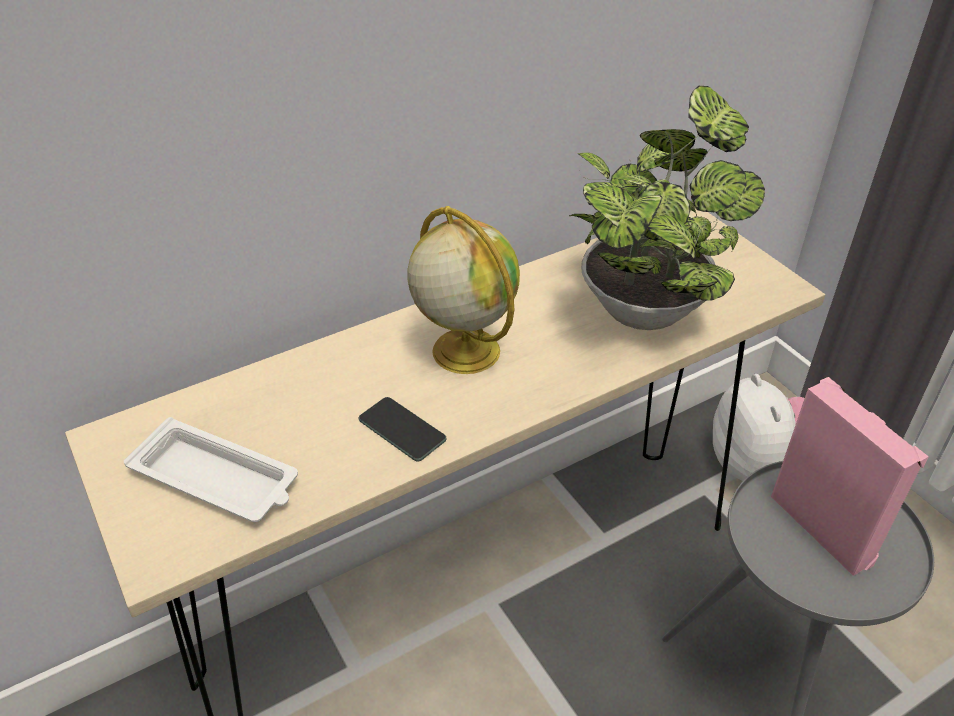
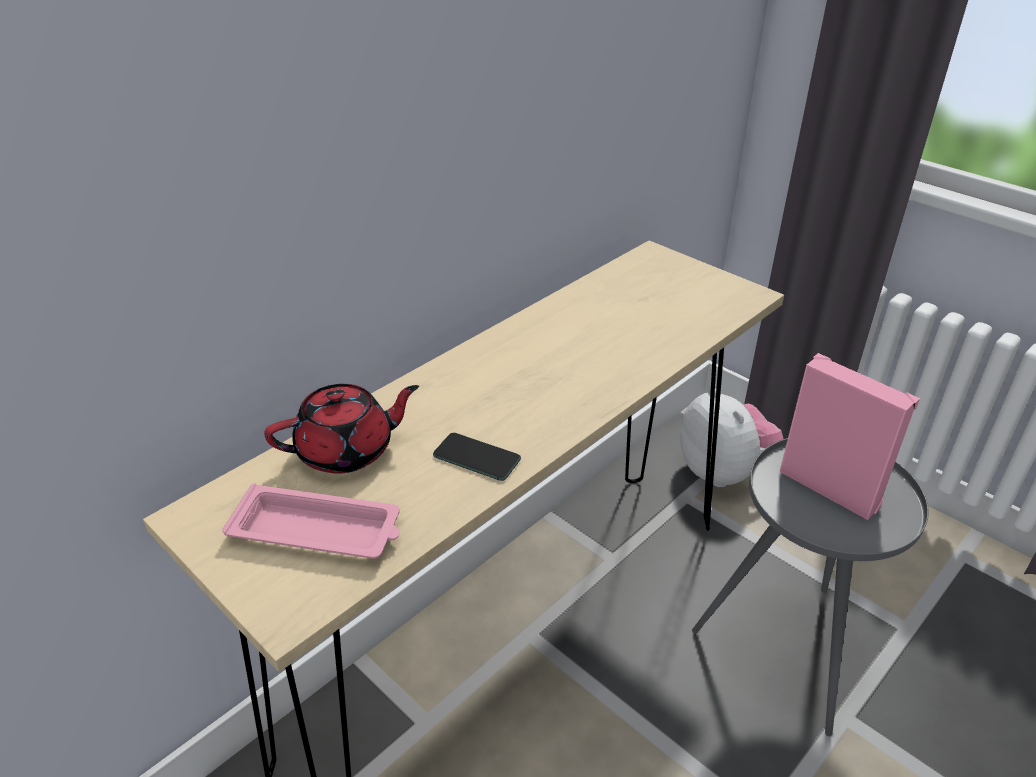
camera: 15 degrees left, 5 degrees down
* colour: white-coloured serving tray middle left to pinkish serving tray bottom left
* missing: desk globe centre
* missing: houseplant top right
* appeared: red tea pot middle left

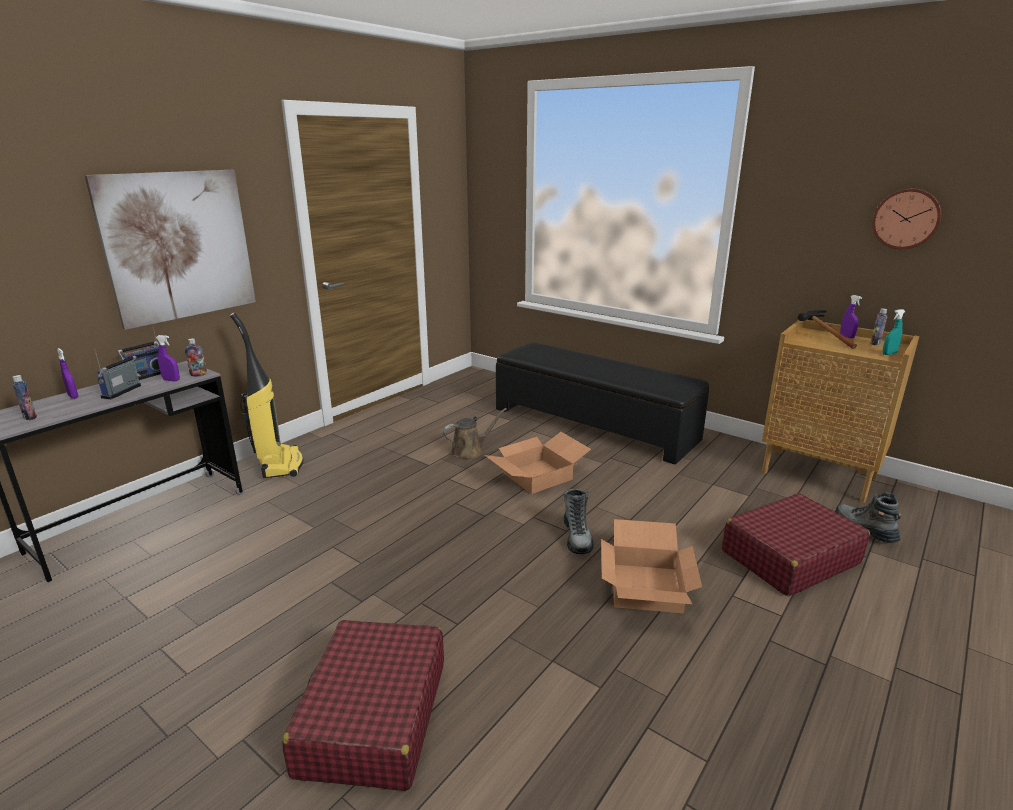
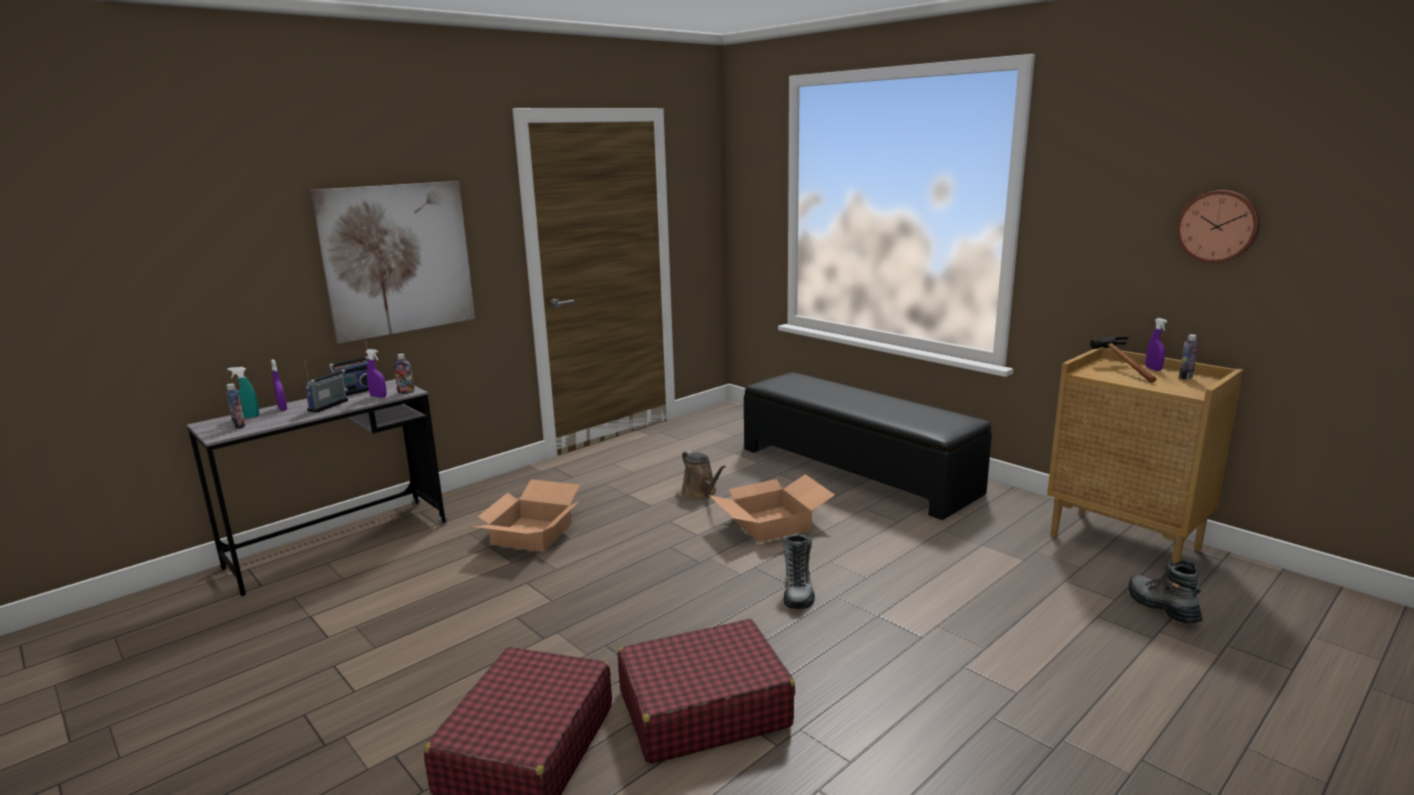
camera: 10 degrees right, 5 degrees down
* missing: vacuum cleaner middle left
* spun: brown sprinkling can centre = centre 75 degrees clockwise
* relocated: carton (no. 2 from left in the first image) bottom centre to carton (no. 1 from left) centre
* relocated: red piece of luggage (no. 2 from left) bottom right to bottom centre
* relocated: turquoise-coloured spray bottle middle right to middle left

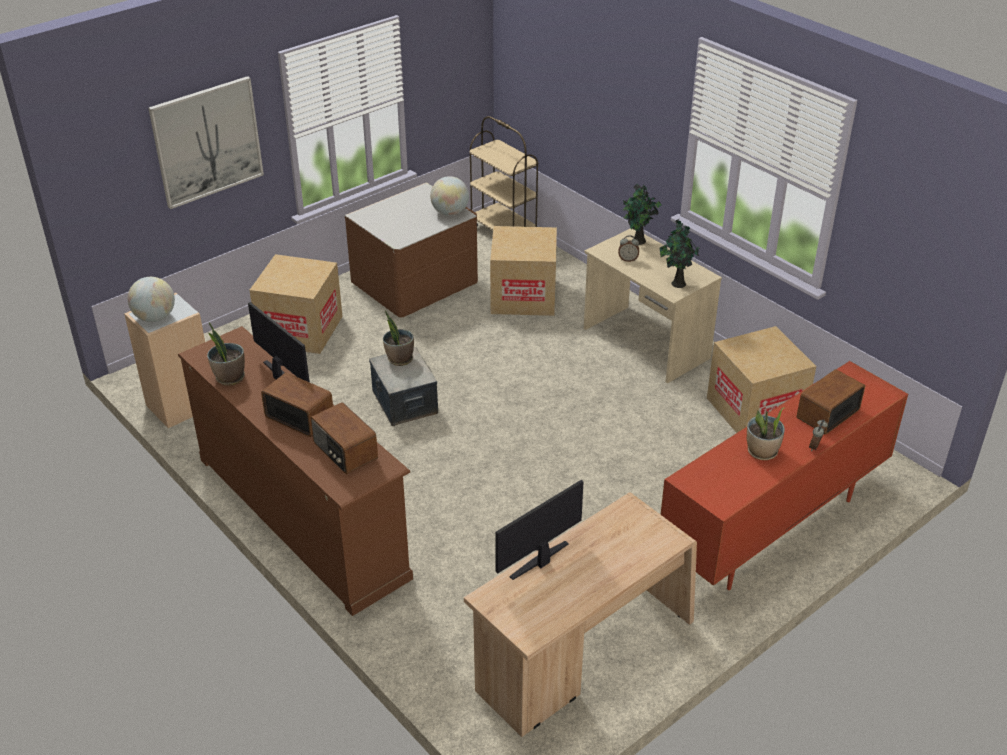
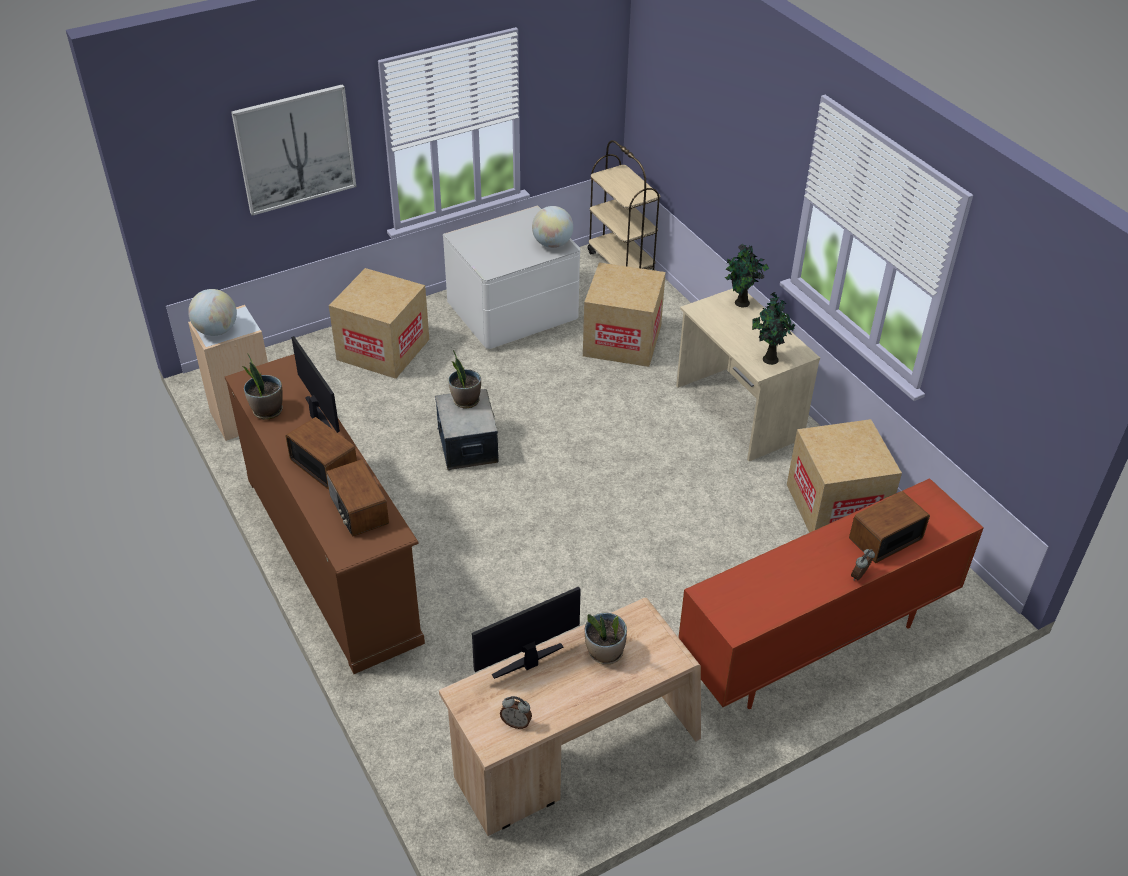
camera: 10 degrees right, 5 degrees up
* colour: brown night table top centre to white-coloured night table top centre
* relocated: table clock (no. 1 from left) top centre to bottom centre
* relocated: houseplant (no. 5 from left in the first image) middle right to houseplant (no. 3 from left) bottom centre

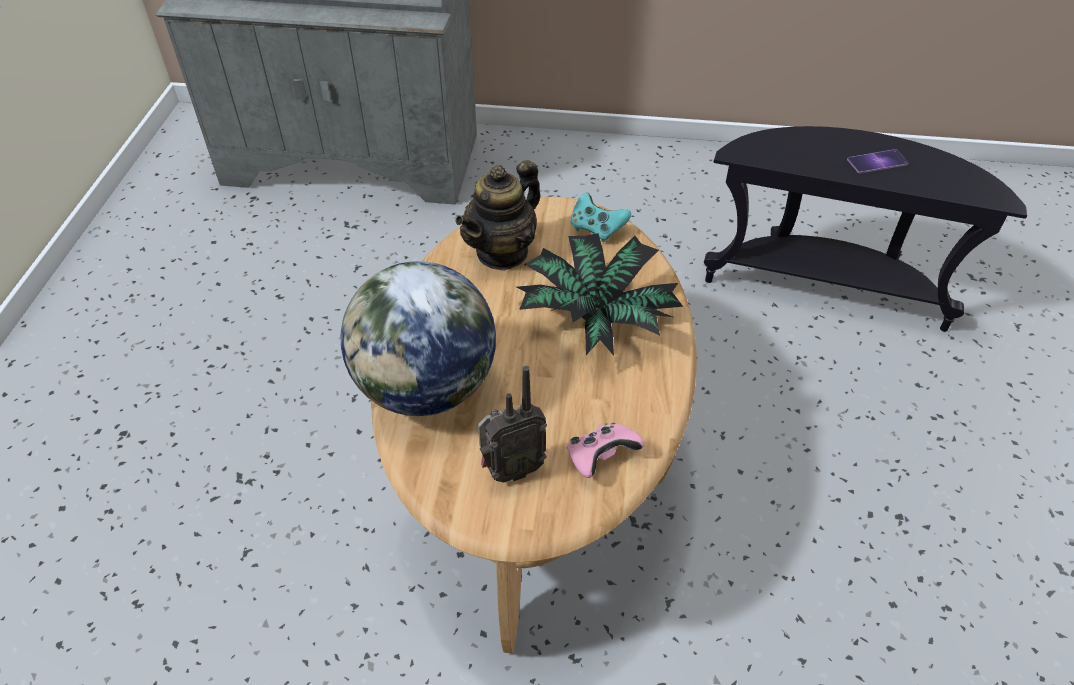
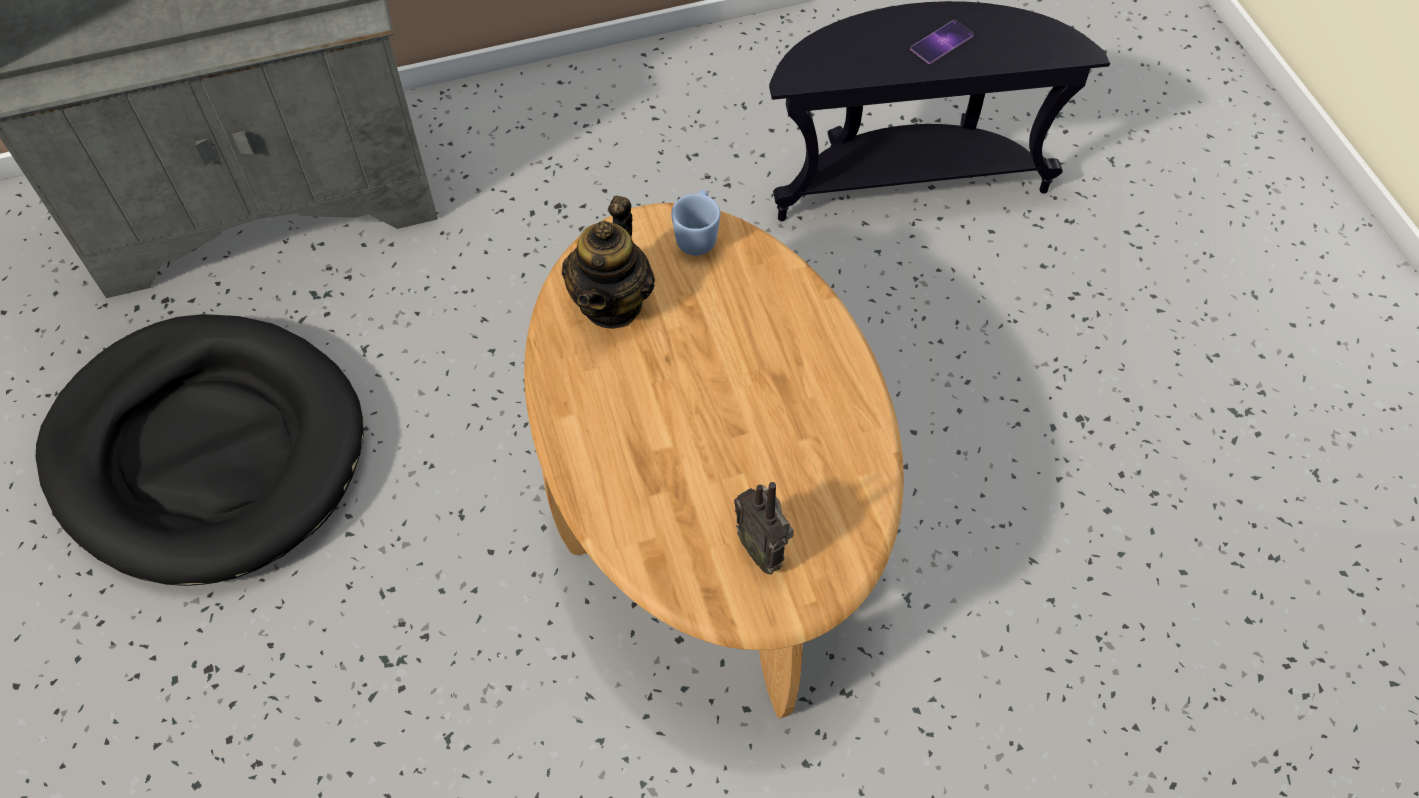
camera: 25 degrees left, 10 degrees up
* missing: desk globe centre
* spun: radio centre = centre 105 degrees clockwise
* missing: houseplant centre
* missing: pinkish game controller centre
* exchanged: turquoise-coloured game controller top centre to blue-coloured coffee mug top centre
* appeared: blackish dog bed middle left

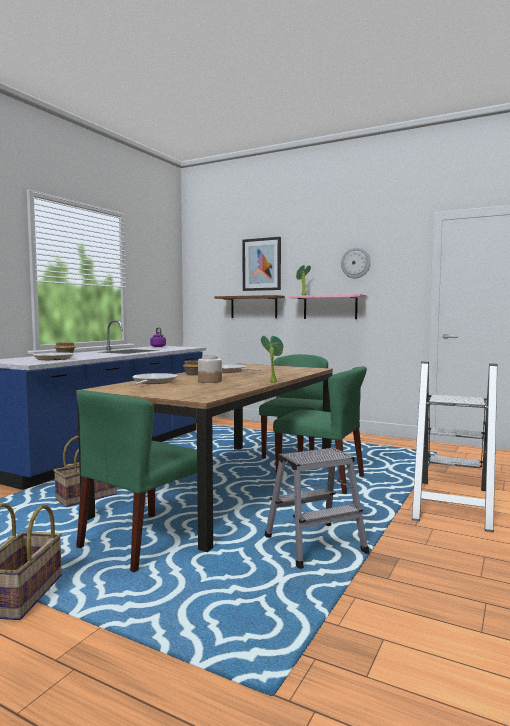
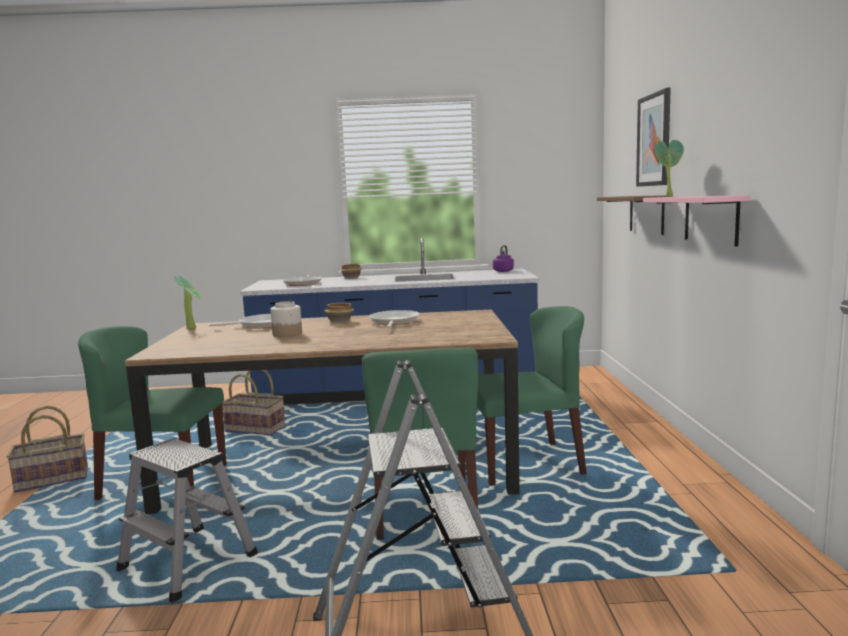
camera: 60 degrees right, 5 degrees up
* relocated: houseplant (no. 1 from left) centre to middle left
* missing: wall clock middle right

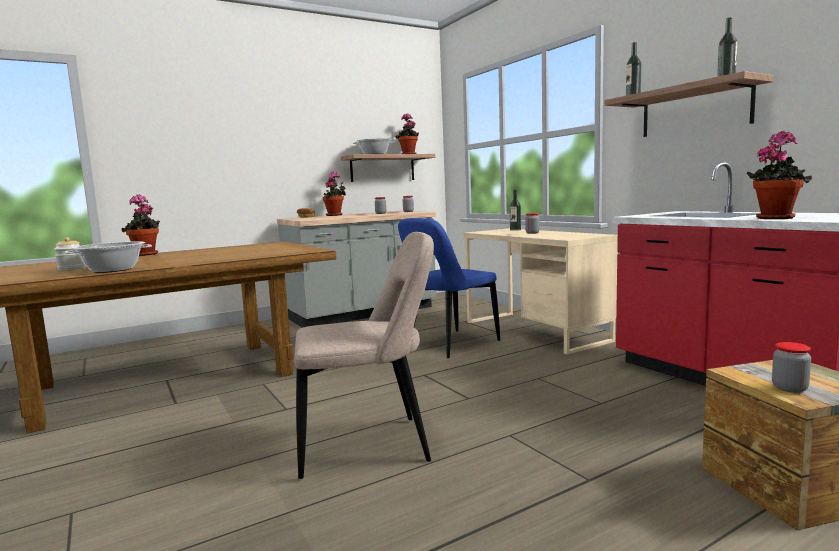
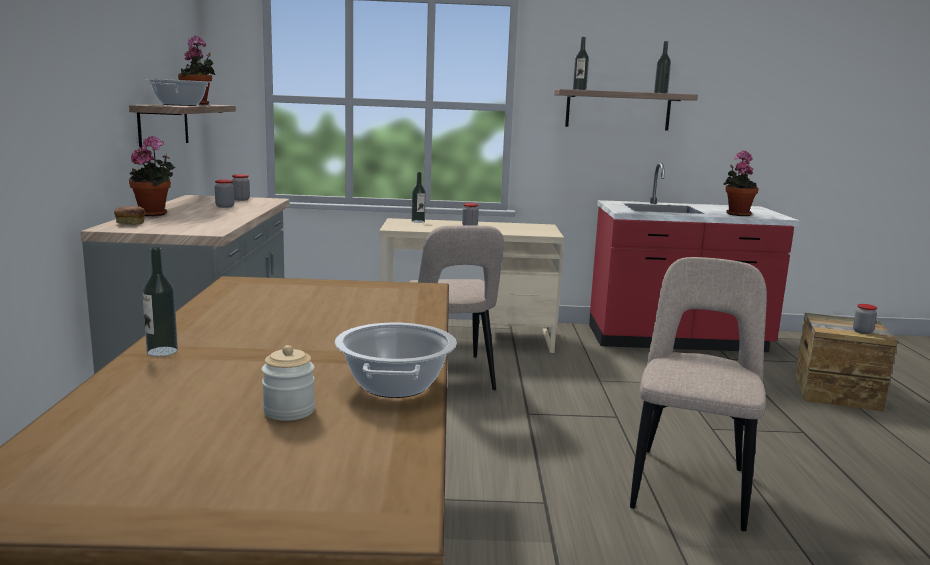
camera: 60 degrees left, 5 degrees up
* exchanged: houseplant (no. 1 from left) middle left to bottle (no. 1 from left) middle left
* colour: blue-coloured upright chair centre to sand-coloured upright chair (no. 1 from left) centre

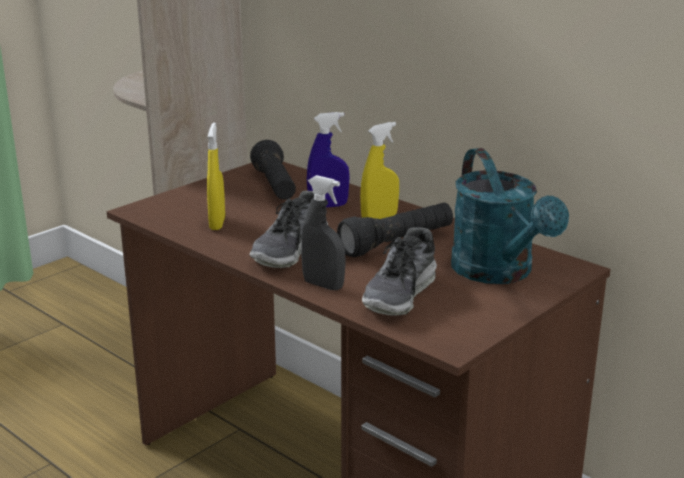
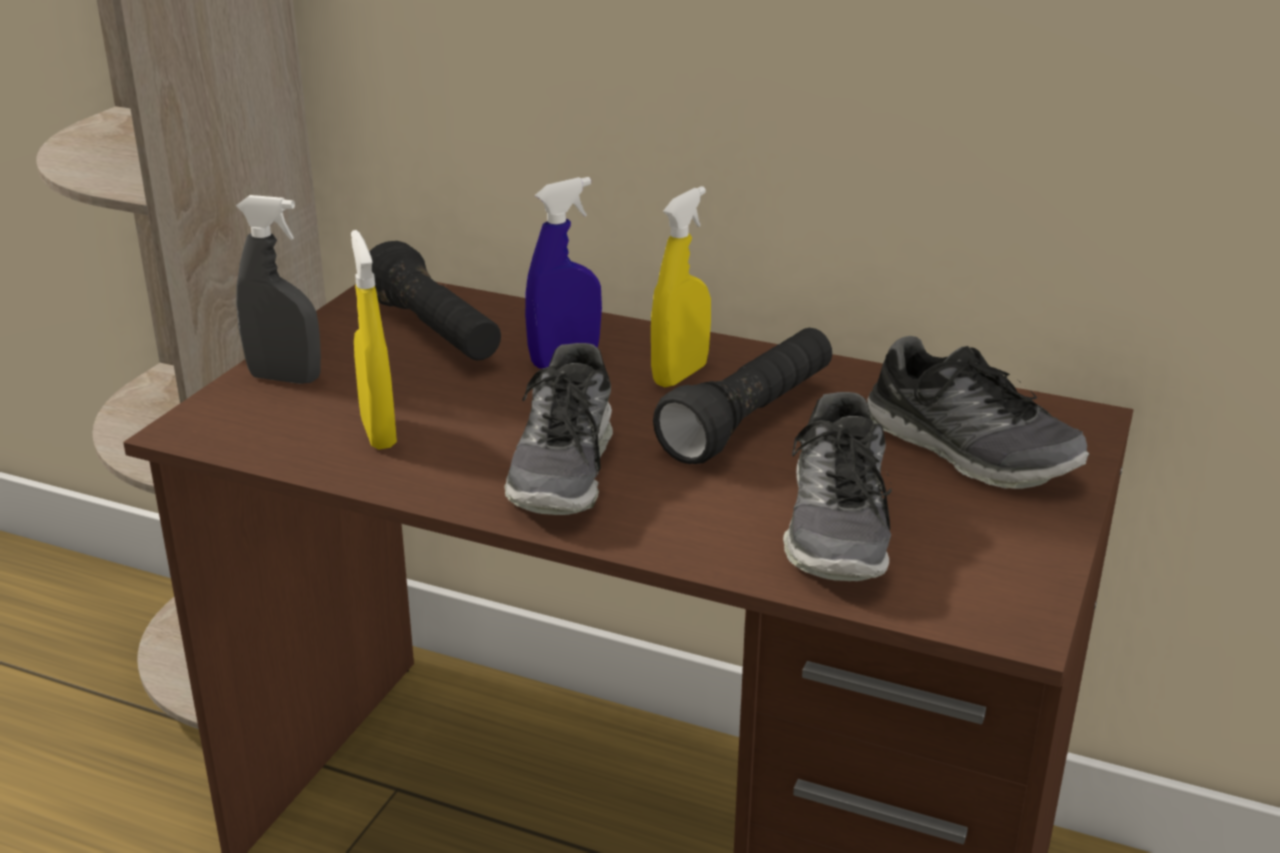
camera: 20 degrees left, 5 degrees up
* relocated: greyish spray bottle centre to middle left
* exchanged: turquoise-coloured sprinkling can middle right to shoe (no. 3 from left) middle right

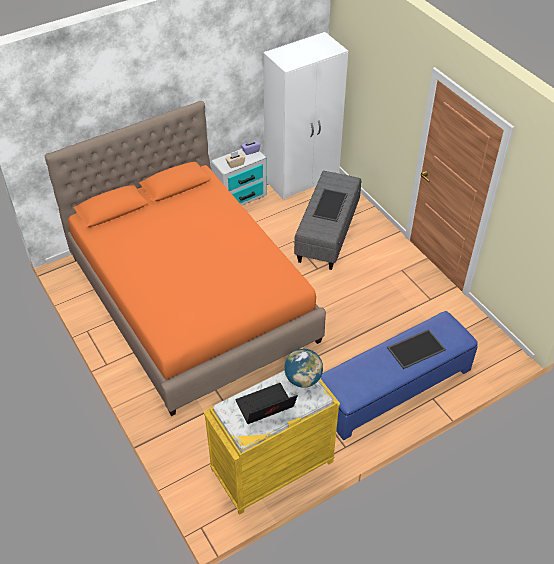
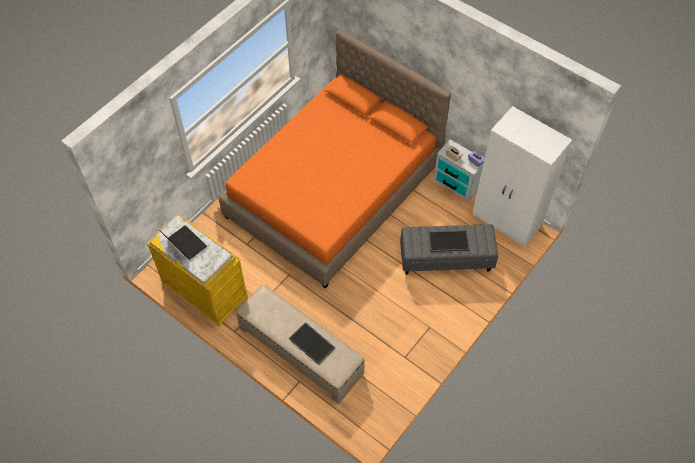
camera: 70 degrees right, 10 degrees up
* missing: desk globe centre
* colour: blue-coloured long seat middle right to sand-coloured long seat bottom centre

